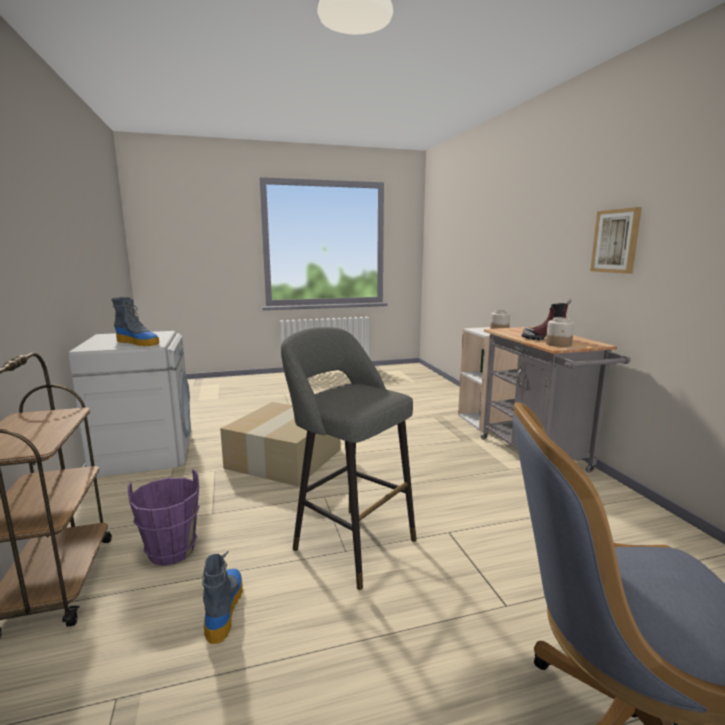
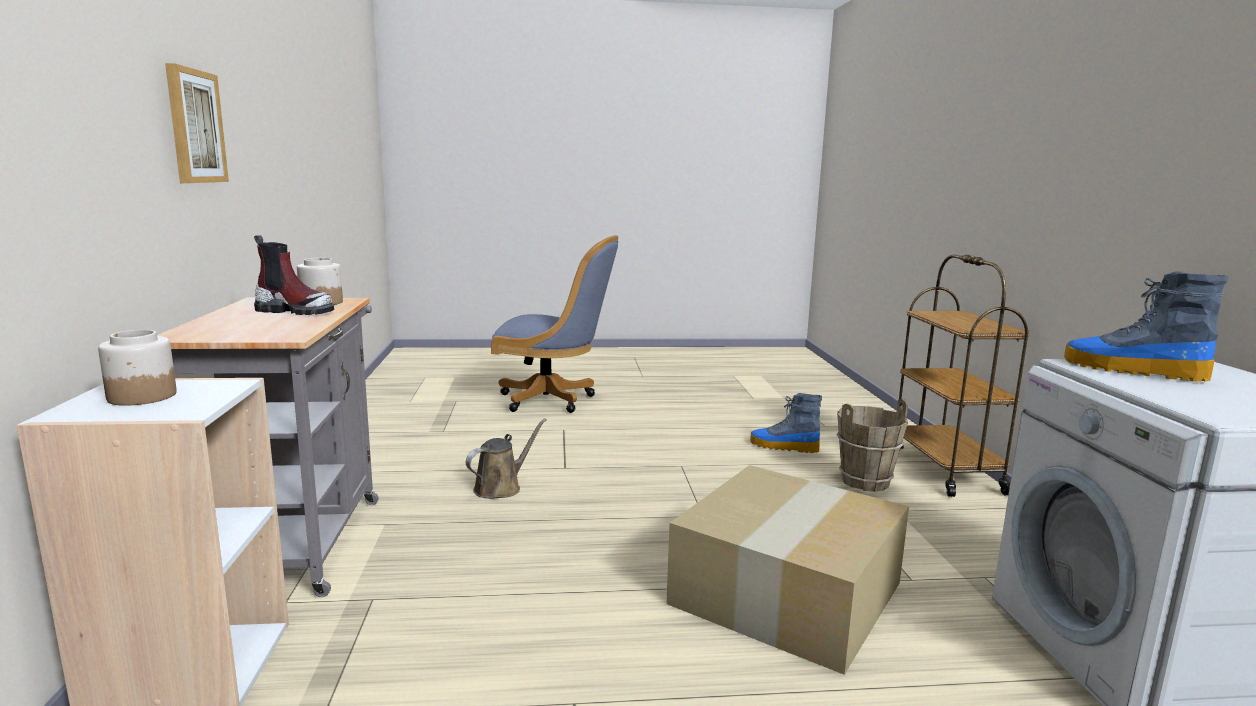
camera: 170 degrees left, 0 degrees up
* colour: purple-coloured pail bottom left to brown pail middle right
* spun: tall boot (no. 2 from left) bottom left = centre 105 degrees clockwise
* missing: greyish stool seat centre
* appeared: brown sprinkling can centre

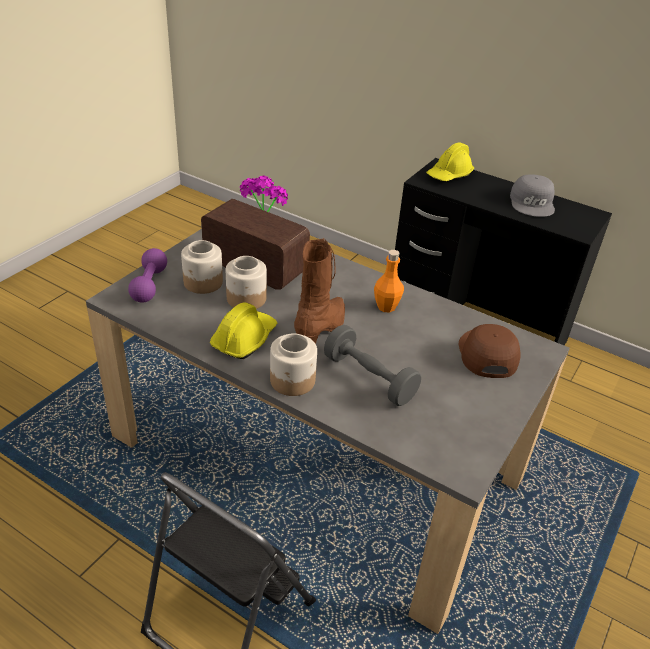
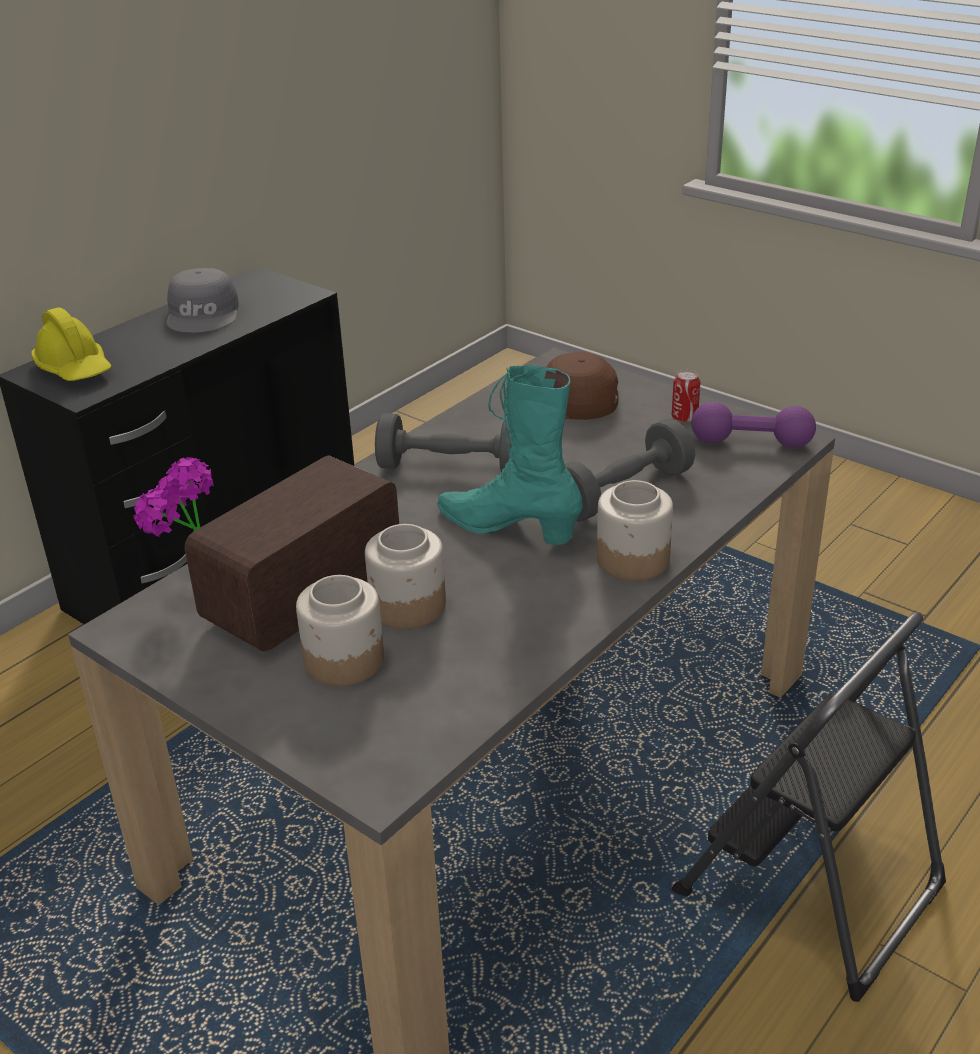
camera: 80 degrees left, 5 degrees down
* relocated: purple-coloured free weight middle left to middle right
* missing: yellow-coloured safety helmet (no. 1 from left) centre
* colour: brown tall boot centre to turquoise-coloured tall boot centre
* exchanged: orangey bottle centre to greyish free weight (no. 1 from left) centre
* spun: greyish baseball cap top right = top left 75 degrees clockwise
* appeared: sealed can middle right

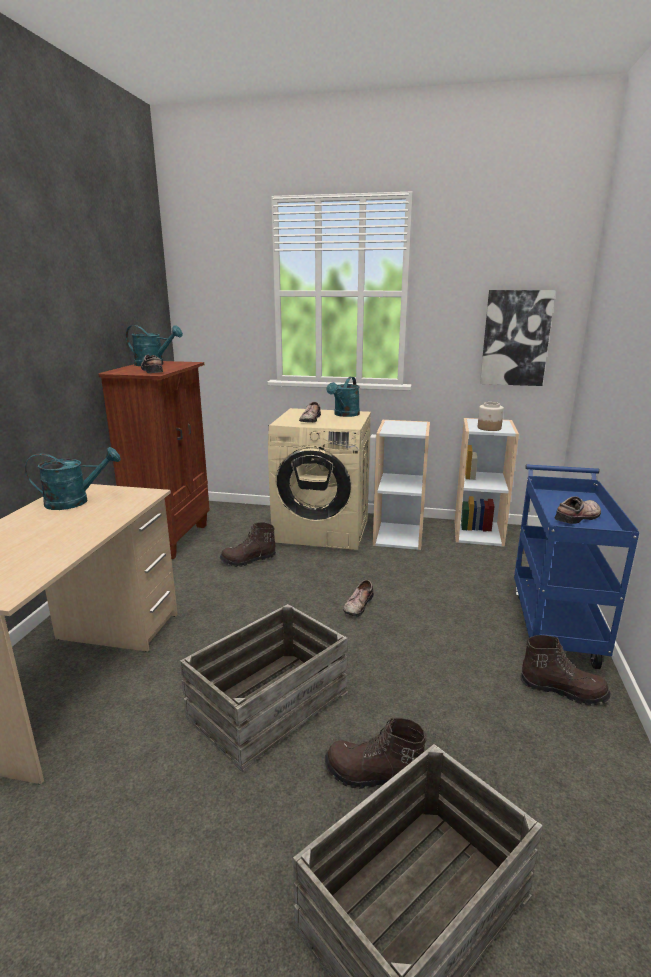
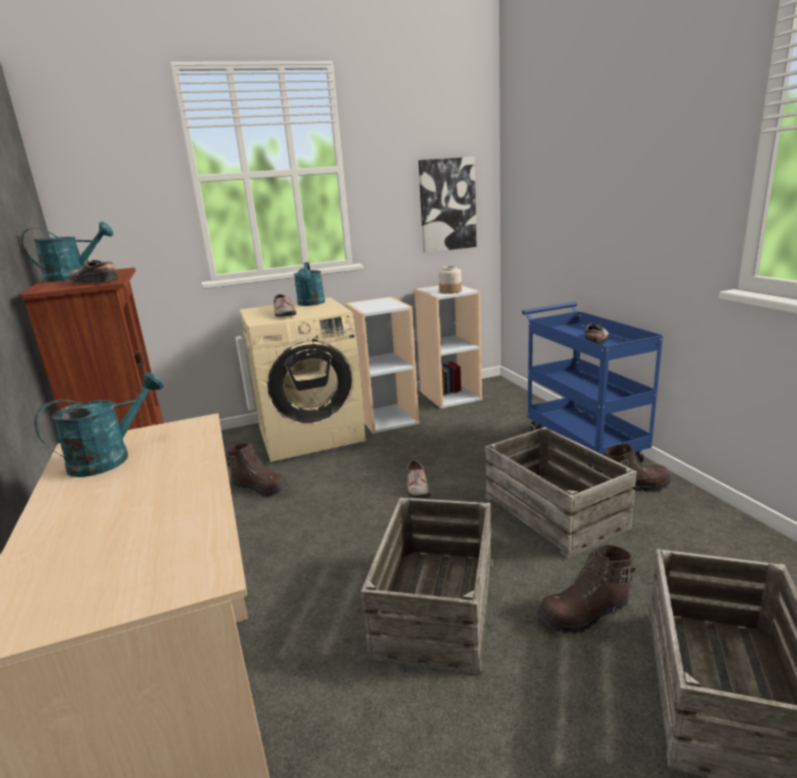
camera: 30 degrees left, 0 degrees up
* spun: brown tall boot (no. 1 from left) centre = middle left 105 degrees counterclockwise
* appeared: packing crate (no. 2 from left) middle right

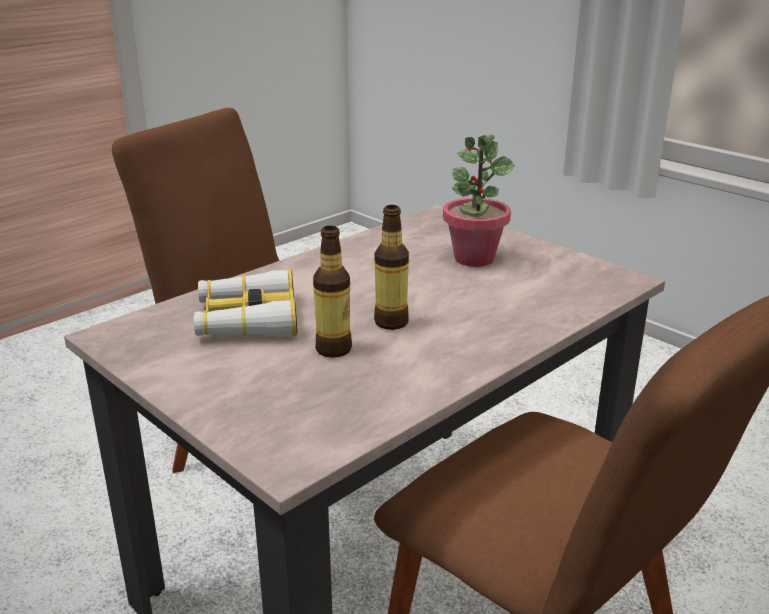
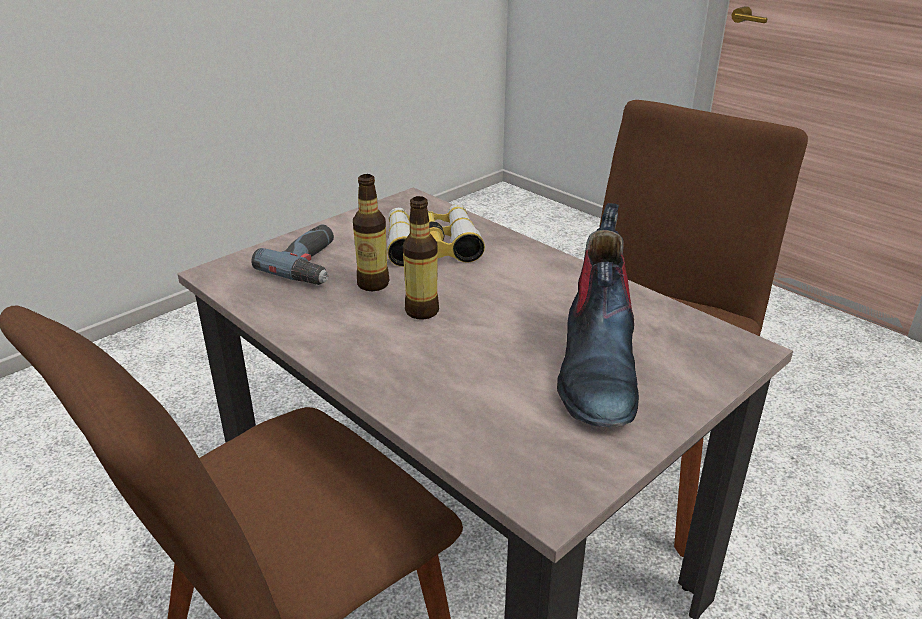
camera: 90 degrees right, 5 degrees up
* exchanged: houseplant top centre to tall boot centre
* appeared: drill middle left

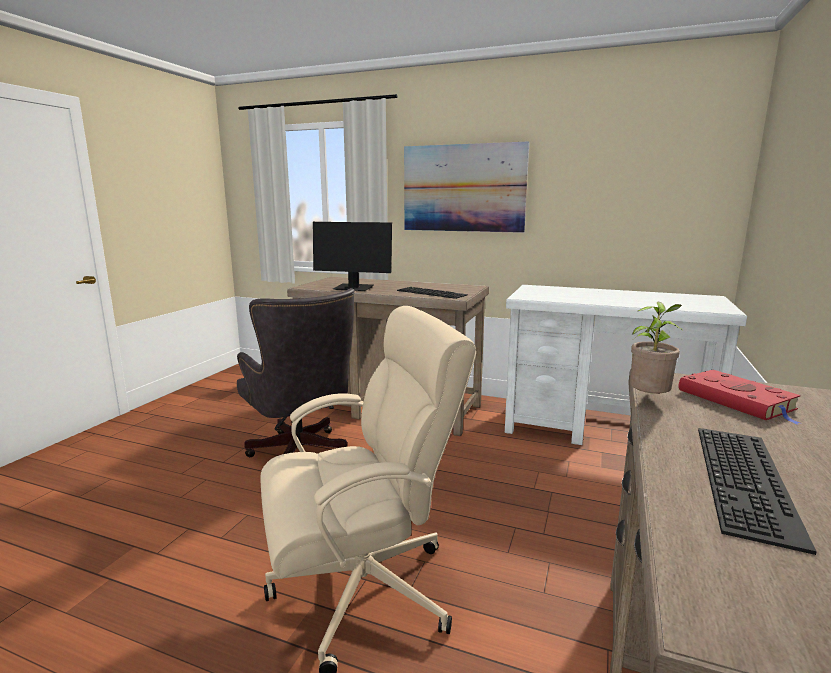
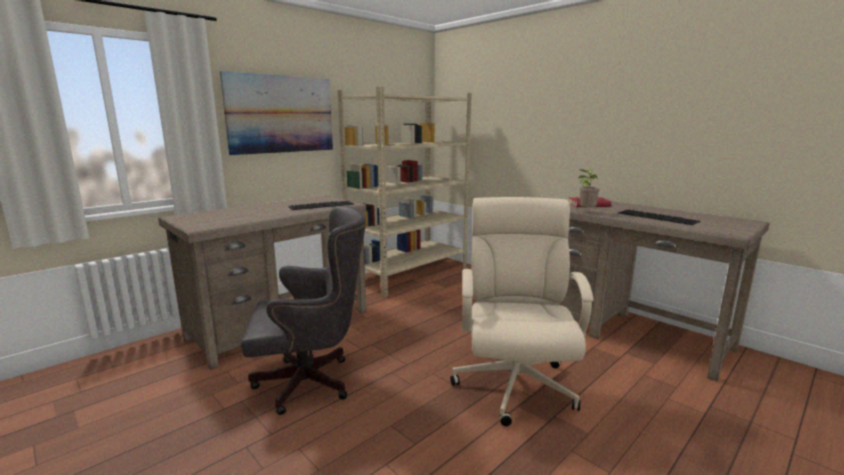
camera: 65 degrees left, 0 degrees up
* missing: computer screen centre
* exchanged: white-coloured desk table middle right to sand-coloured shelving unit centre

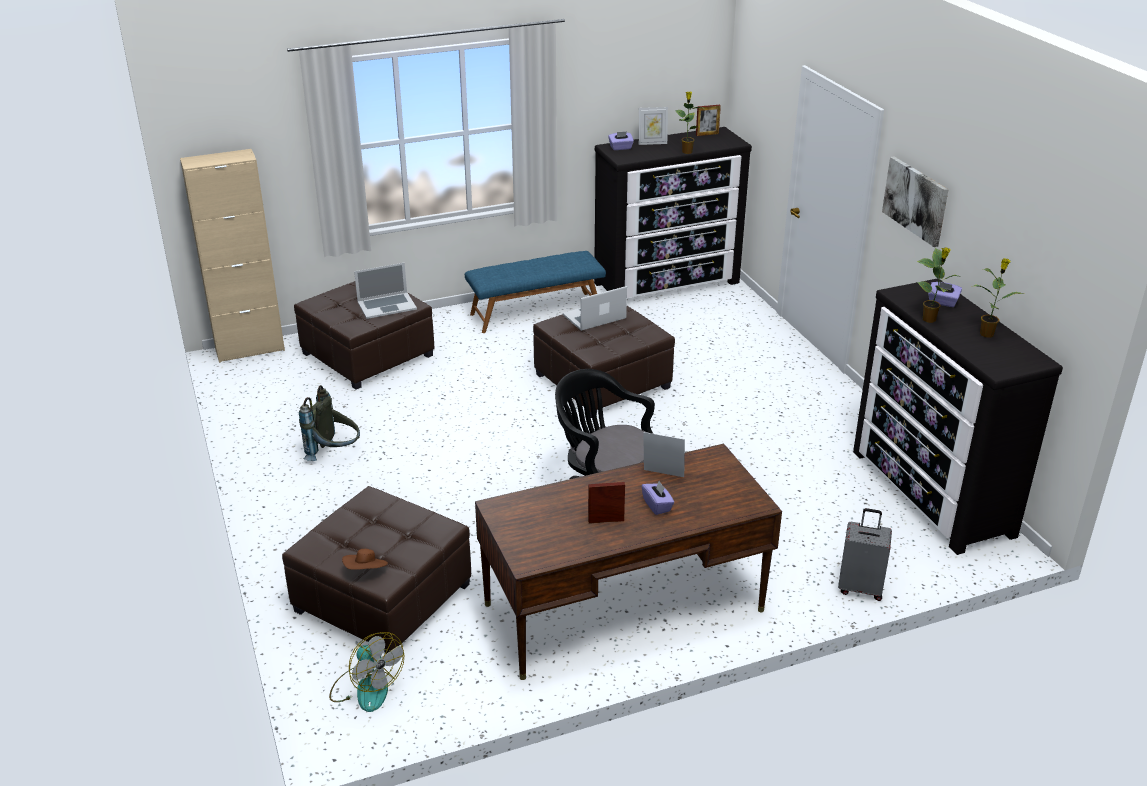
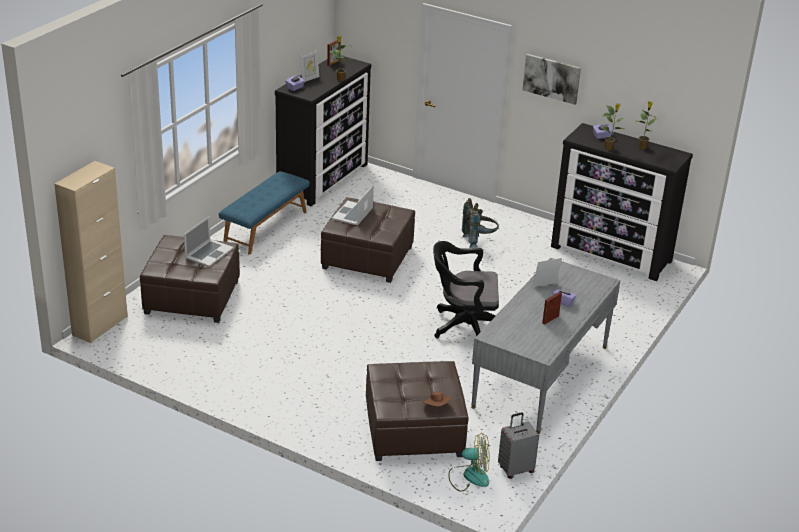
camera: 40 degrees left, 0 degrees up
* relocated: greyish rucksack middle left to centre
* colour: brown desk table bottom centre to greyish desk table middle right
* relocated: greyish piece of luggage bottom right to bottom centre

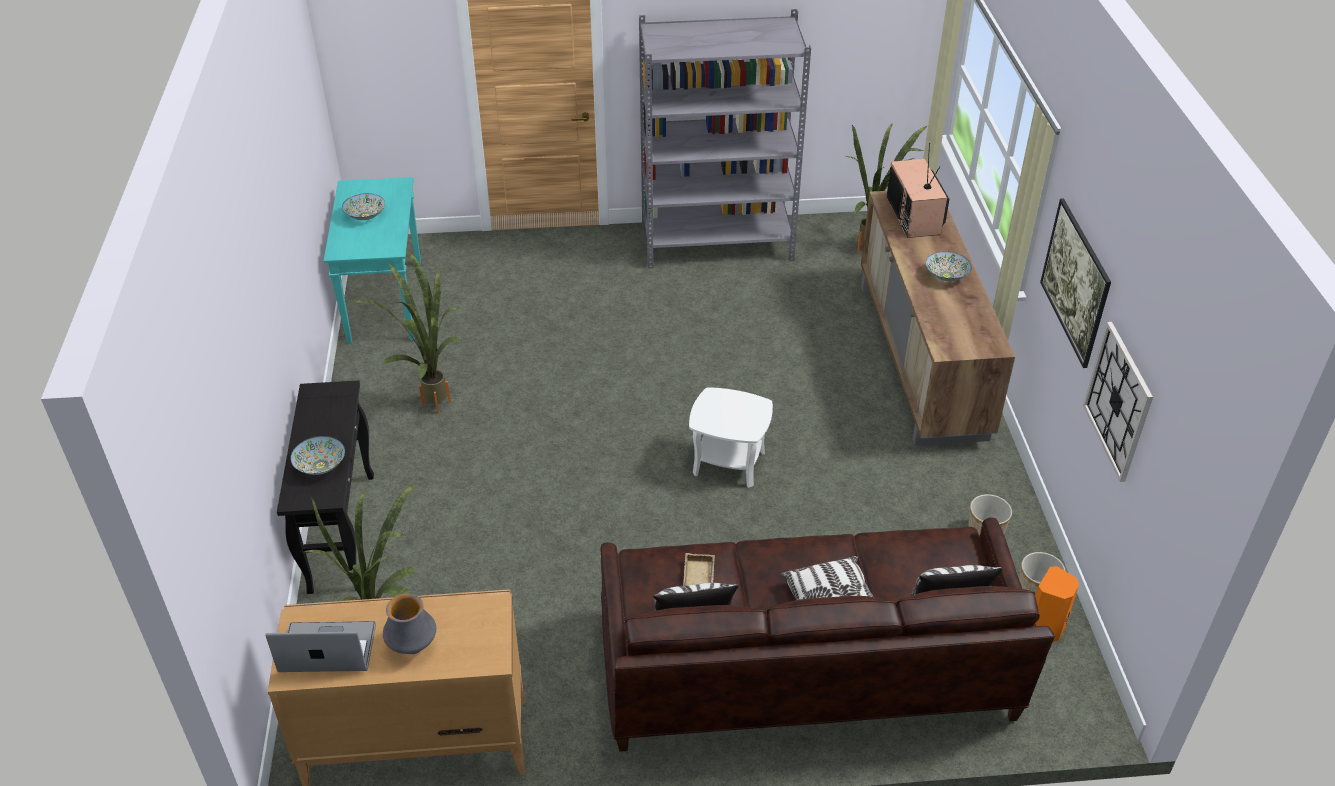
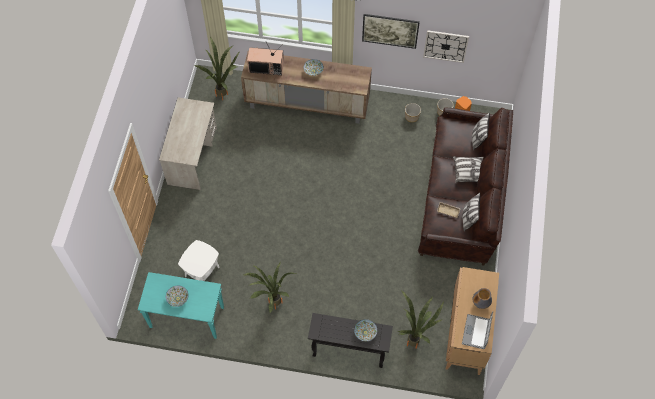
camera: 75 degrees left, 20 degrees up
* exchanged: greyish shelving unit top centre to sand-coloured desk table middle left
* relocated: white-coloured accent table centre to middle left

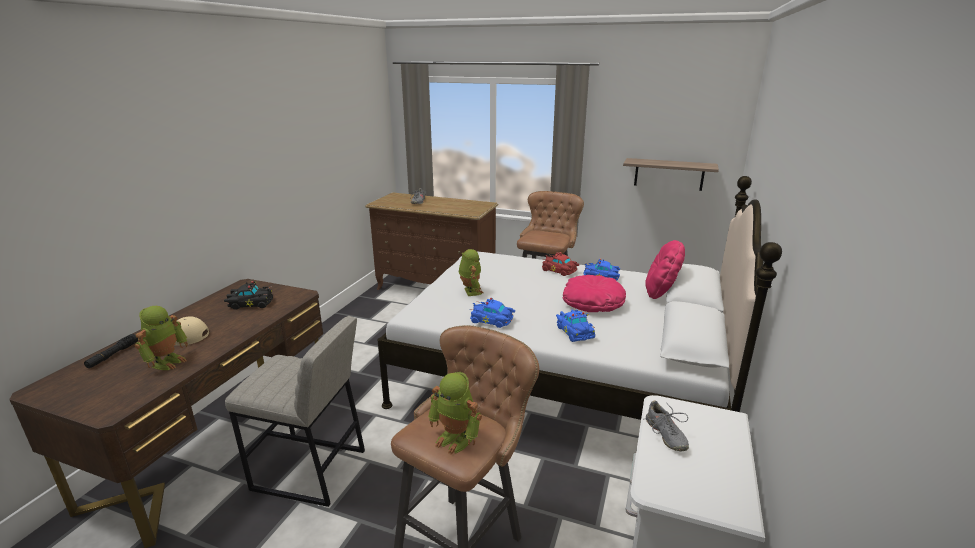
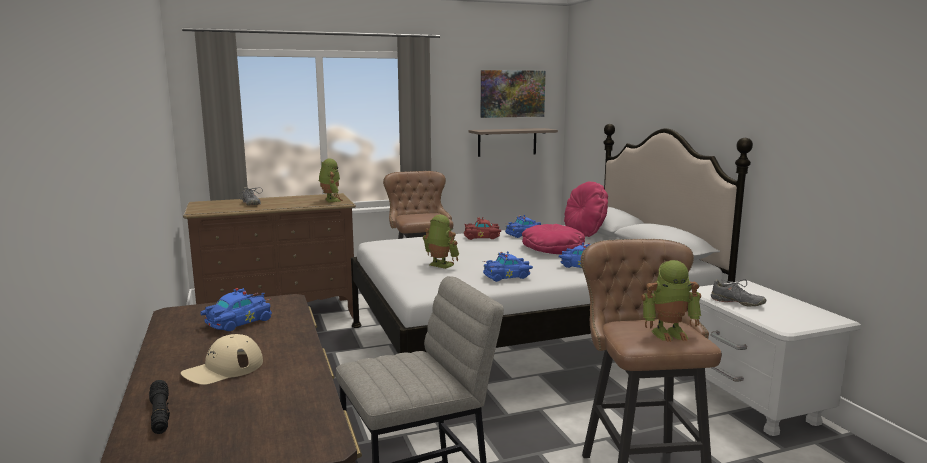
camera: 40 degrees left, 10 degrees down
* relocated: model robot (no. 1 from left) middle left to centre
* colour: blackish model car middle left to blue-coloured model car (no. 1 from left) bottom left
* appeared: wall art top centre

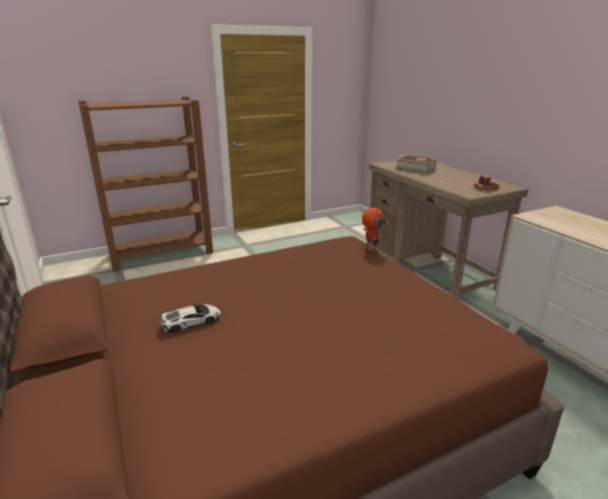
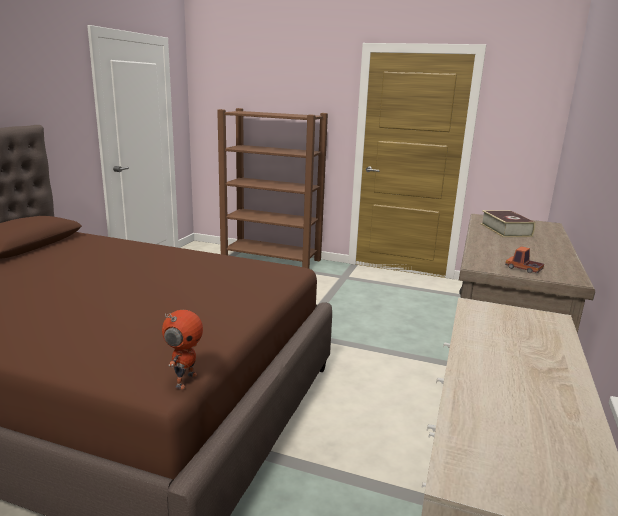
camera: 45 degrees right, 5 degrees down
* missing: model car middle left
* relocated: model robot centre to bottom left

